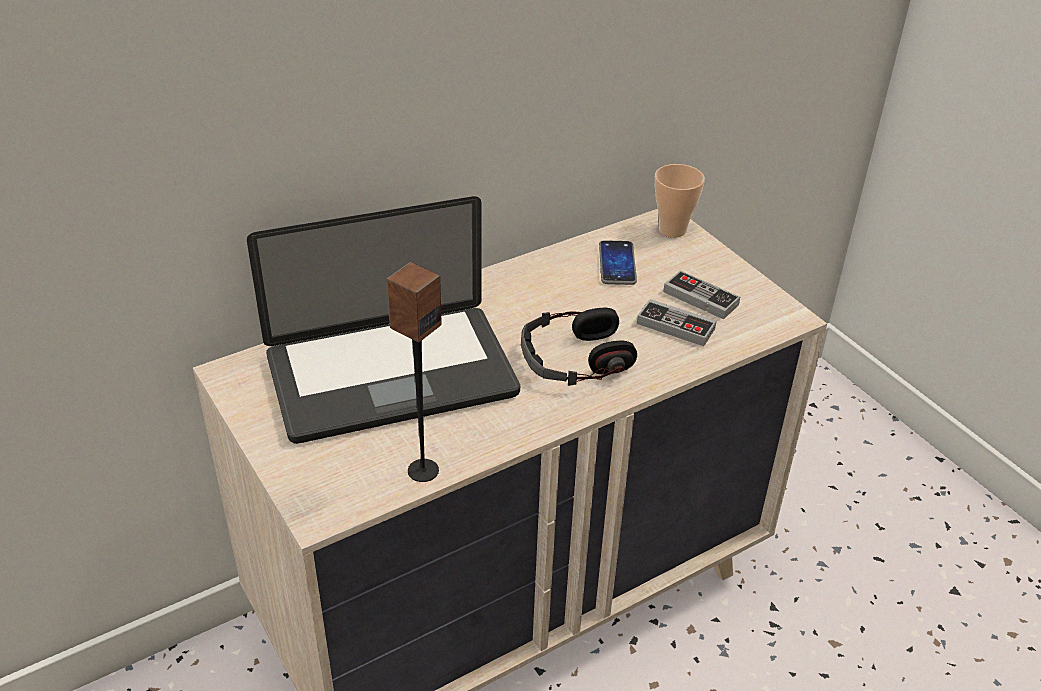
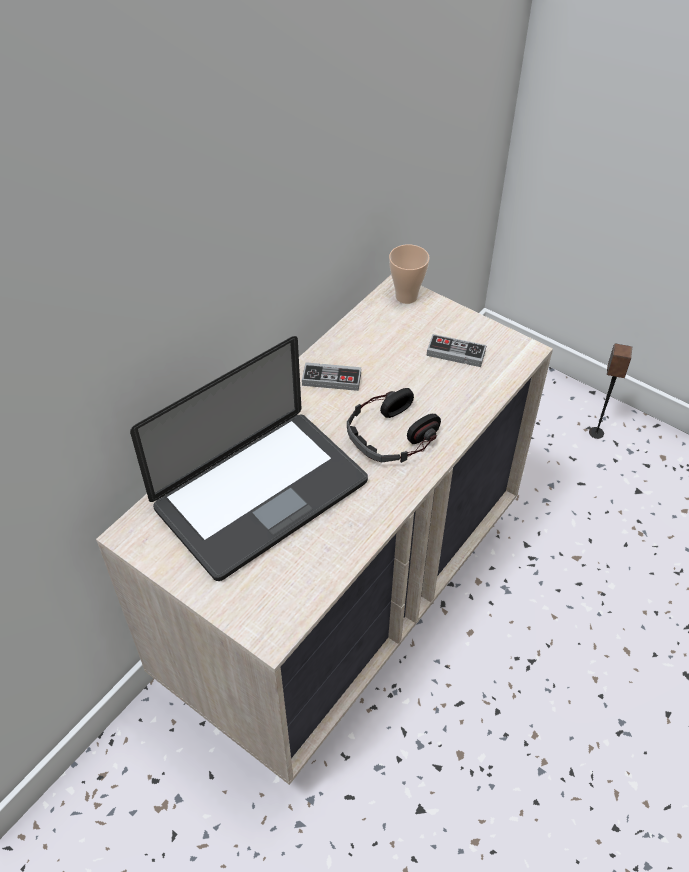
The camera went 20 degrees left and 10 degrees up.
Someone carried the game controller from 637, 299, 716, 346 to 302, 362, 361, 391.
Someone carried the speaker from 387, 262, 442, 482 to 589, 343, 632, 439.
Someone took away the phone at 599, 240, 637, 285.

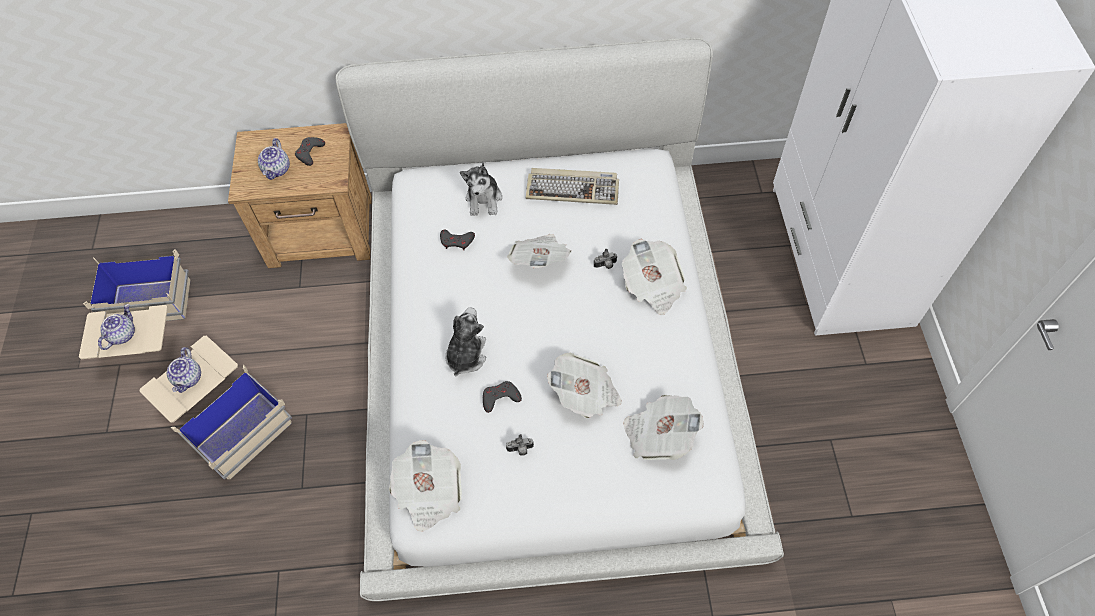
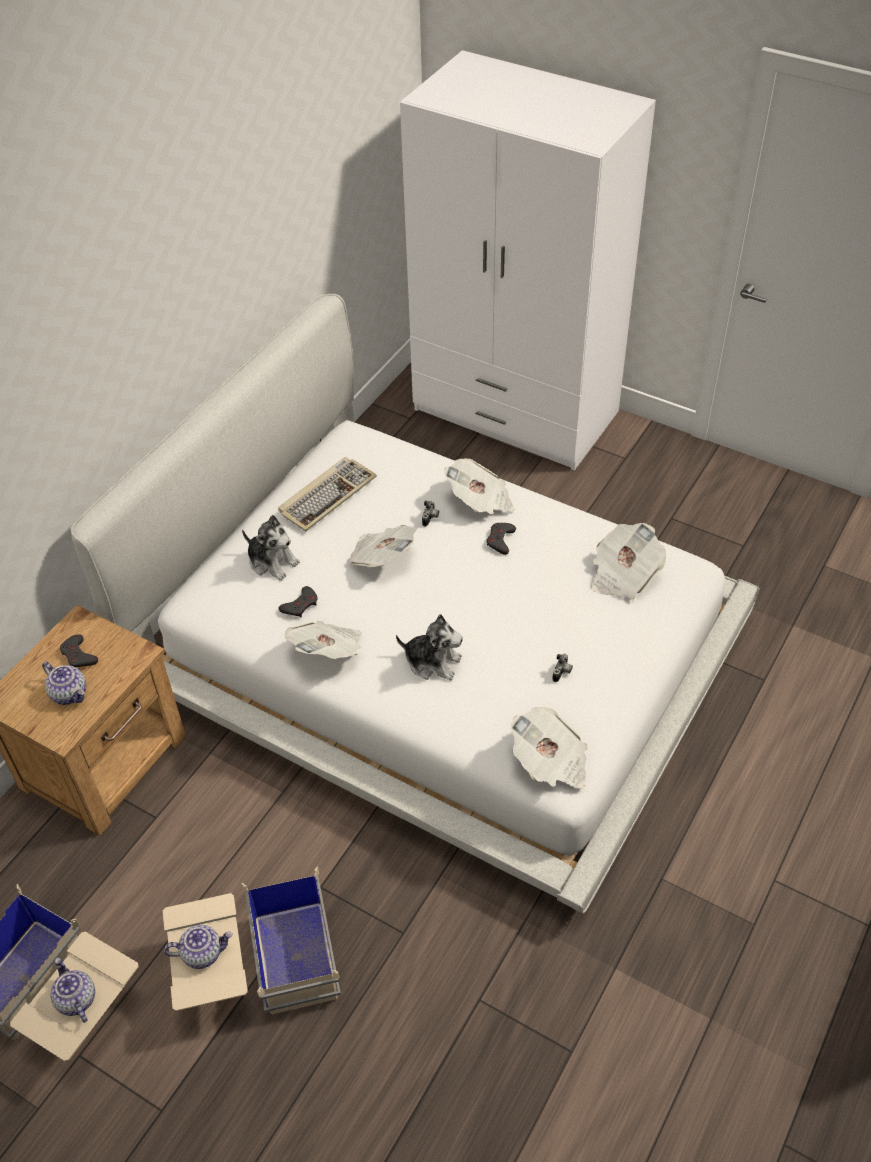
The camera went 55 degrees left and 10 degrees down.
Someone rotated the teapot at 167, 347, 201, 393 by 45 degrees counterclockwise.
Someone carried the newspaper from 547, 353, 622, 418 to 285, 621, 362, 659.
Someone rotated the plush toy at 445, 307, 486, 376 by 150 degrees clockwise.
Someone carried the grey game controller from 483, 381, 522, 413 to 487, 523, 516, 555.

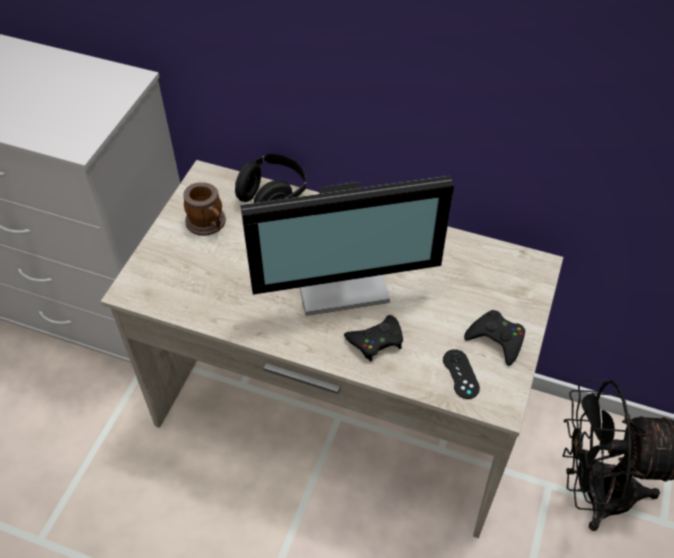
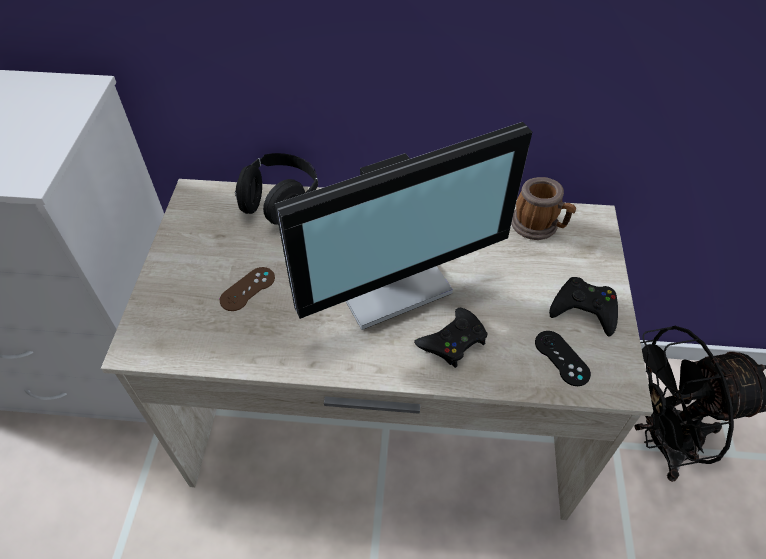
The camera went 15 degrees left and 0 degrees up.
Someone put down the brown game controller at 219, 267, 275, 311.
Someone carried the mug from 183, 182, 226, 236 to 511, 177, 576, 240.

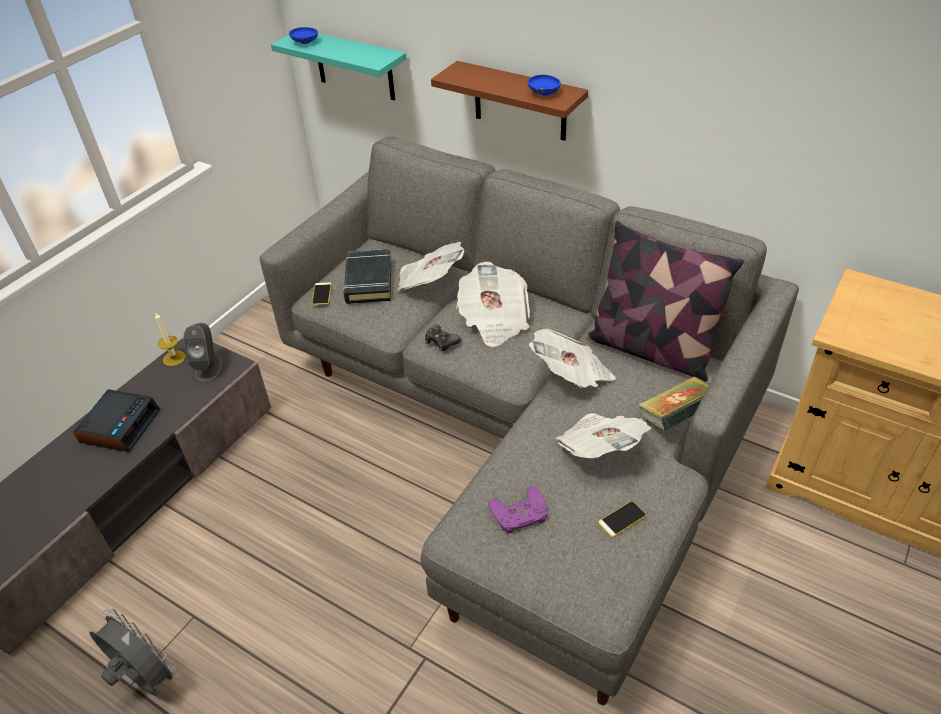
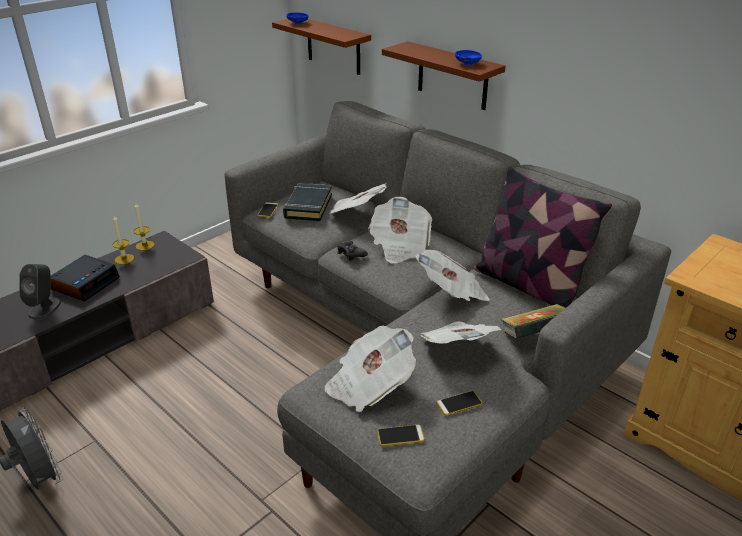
The camera went 10 degrees right and 10 degrees down.
Someone carried the grey speaker from 183, 323, 223, 383 to 19, 264, 61, 319.
Someone put down the candle at 112, 216, 134, 265.
Someone repainted the turquoise shelf at 271, 33, 407, 100, which became the brown shelf at 272, 19, 371, 75.
Someone swapped the purple game controller at 488, 487, 547, 534 for the newspaper at 325, 325, 416, 412.
Someone put down the phone at 377, 425, 425, 446.

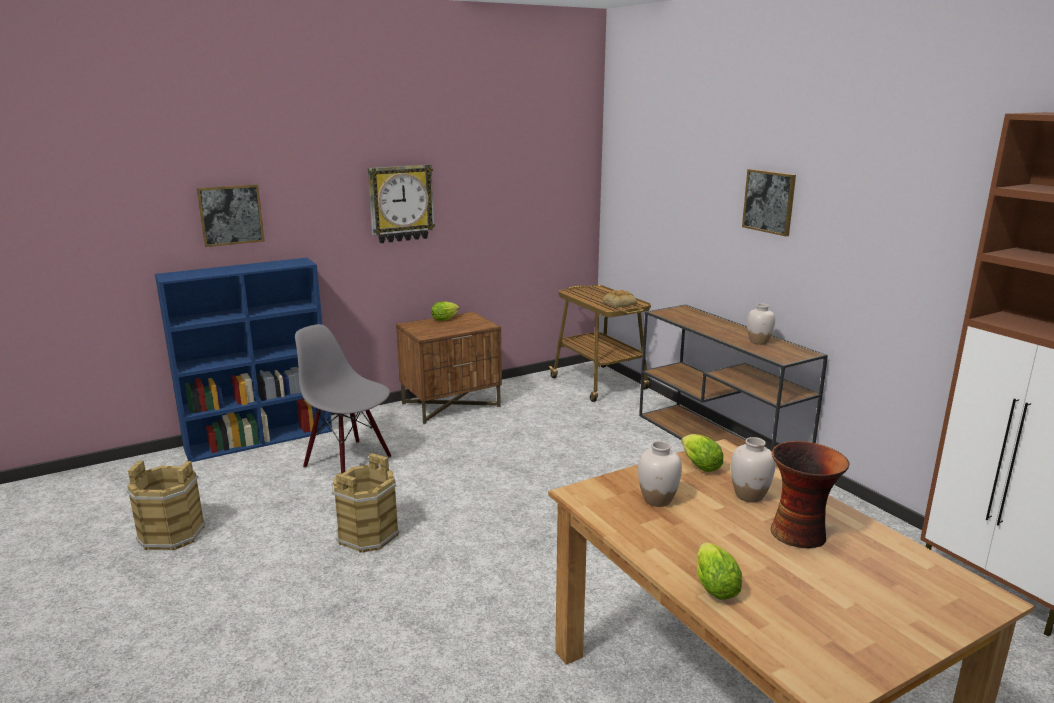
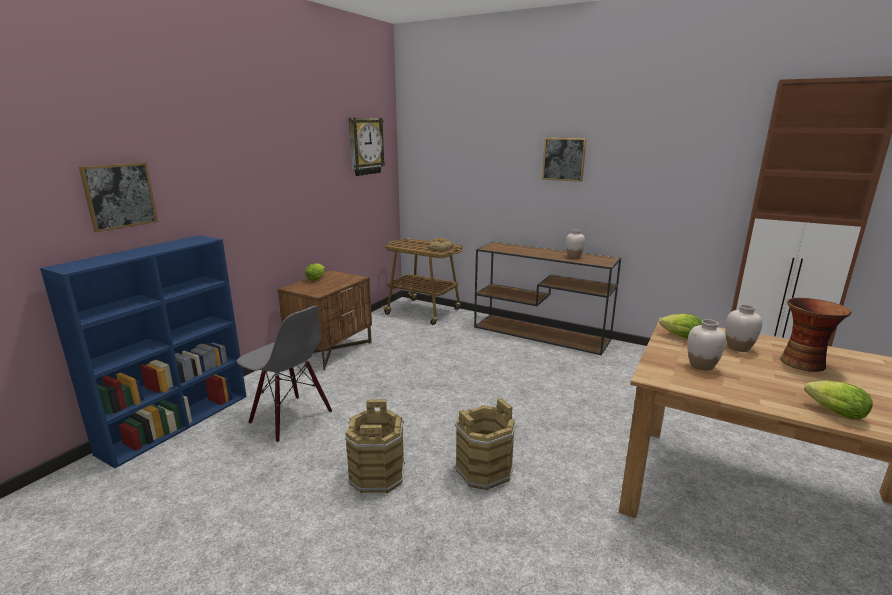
The camera went 30 degrees left and 0 degrees up.
Someone rotated the grey chair at 295, 324, 391, 473 by 150 degrees counterclockwise.
Someone carried the wall clock from 368, 165, 435, 243 to 348, 118, 386, 176.
Someone carried the brown bucket from 127, 461, 206, 550 to 454, 398, 516, 490.

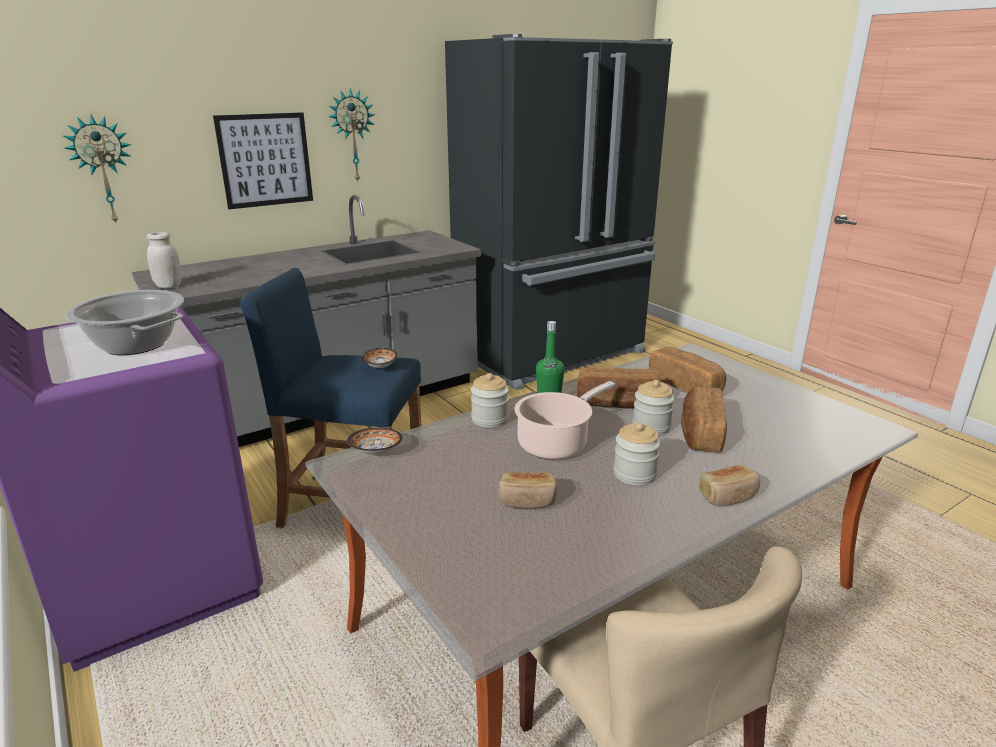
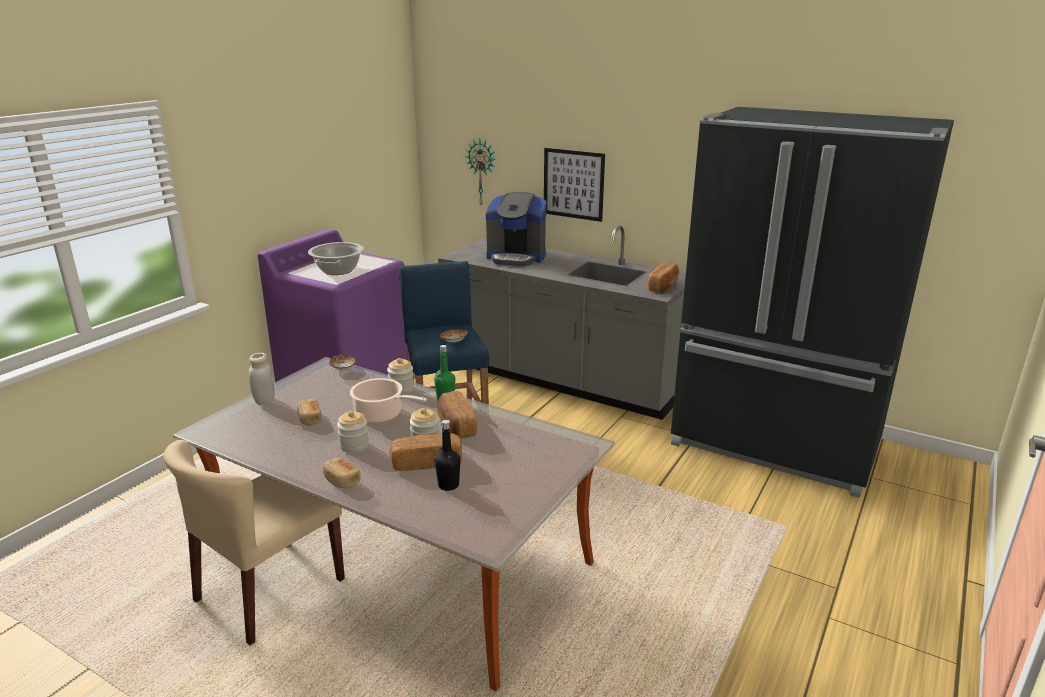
The camera went 65 degrees right and 0 degrees up.
Someone carried the white jar from 147, 232, 181, 289 to 249, 353, 275, 405.
Someone put down the black bottle at 435, 420, 460, 491.
Someone put down the coffee machine at 486, 192, 546, 266.
Someone carried the bread from 649, 347, 726, 393 to 648, 263, 679, 293.
Someone took away the wall clock at 328, 88, 375, 182.

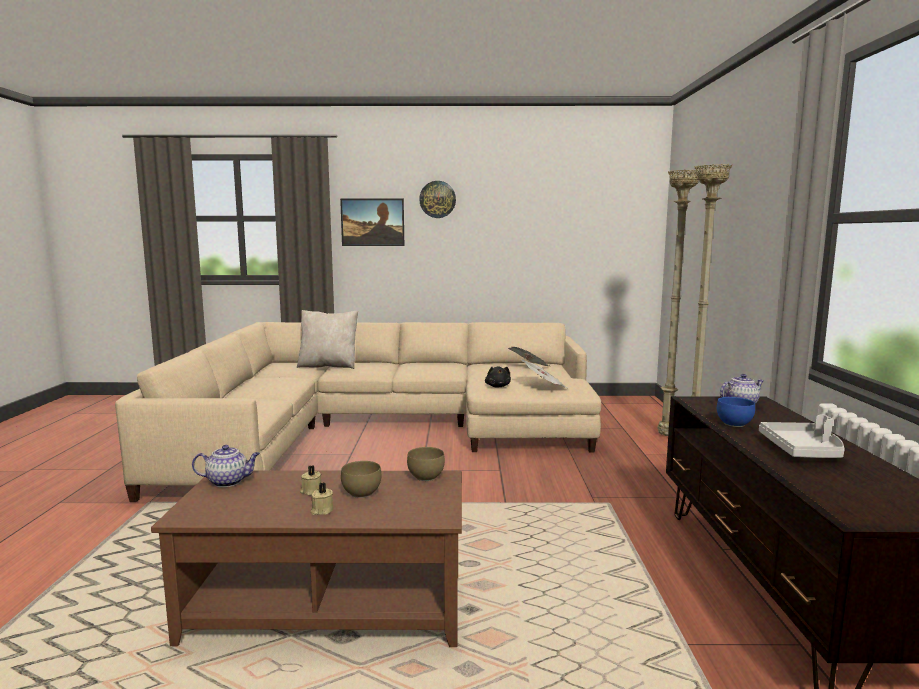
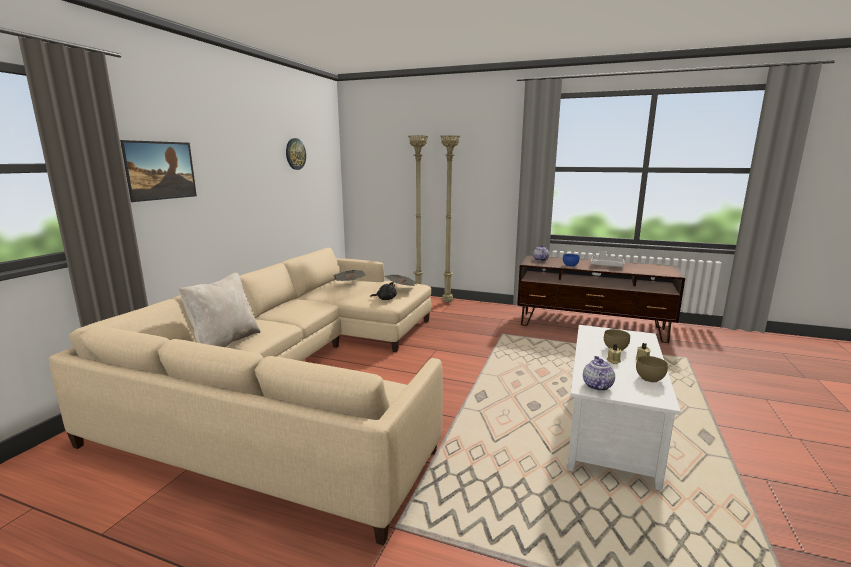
The camera went 70 degrees left and 5 degrees up.
Someone carried the wall clock from 419, 181, 456, 218 to 286, 138, 306, 170.
Someone repainted the brown coffee table at 151, 470, 462, 647, which became the white coffee table at 567, 325, 681, 491.
Someone carried the brown bowl from 407, 447, 445, 481 to 636, 356, 668, 383.

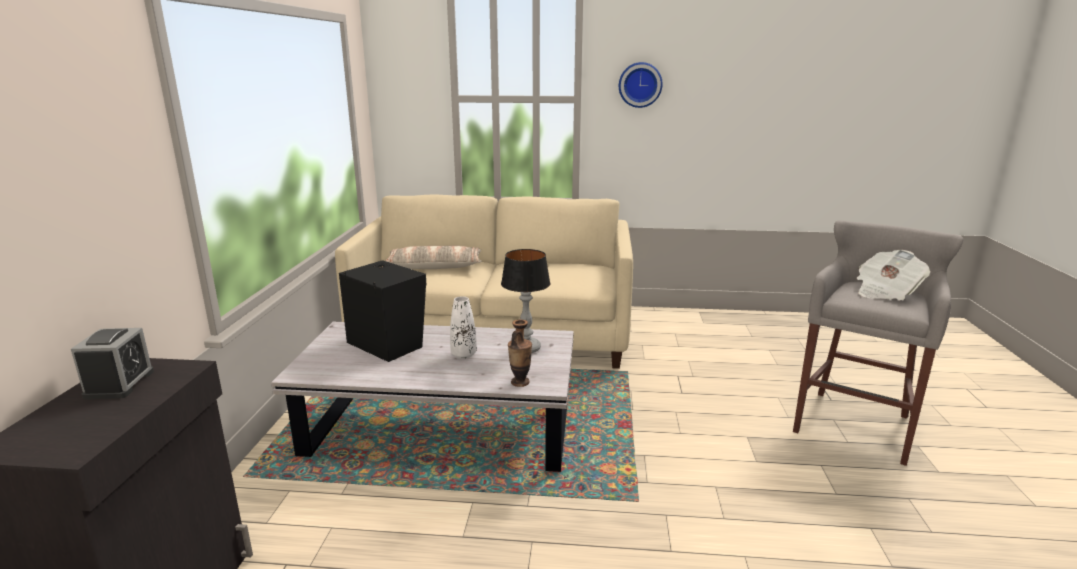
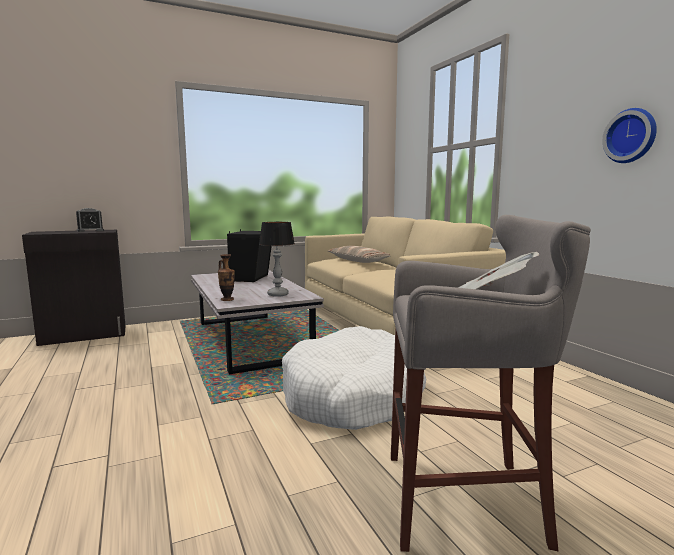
The camera went 60 degrees right and 10 degrees down.
Someone put down the white dog bed at 282, 326, 426, 430.
Someone carried the wall clock from 619, 62, 662, 108 to 602, 108, 657, 163.
Someone took away the white vase at 450, 296, 477, 359.

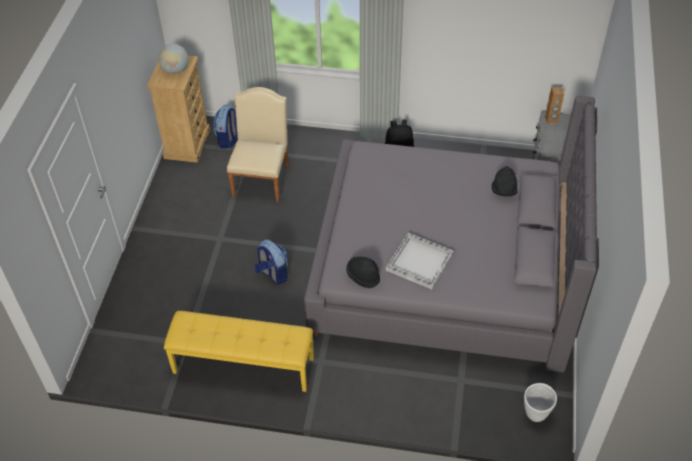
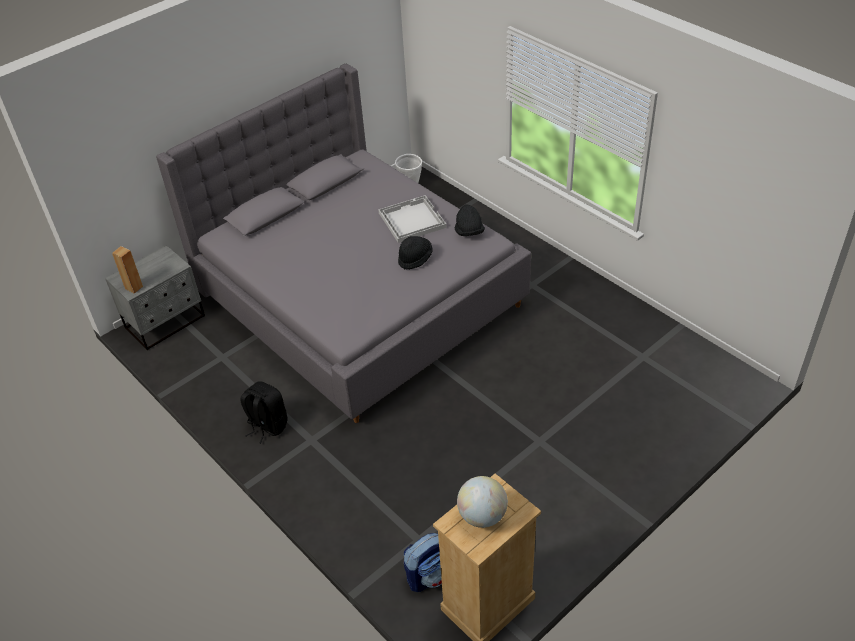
The camera went 140 degrees left and 5 degrees down.
Someone carried the black hat from 492, 166, 518, 196 to 398, 236, 432, 270.
Someone took away the yellow bench at 164, 311, 314, 392.
Someone took away the beige chair at 227, 87, 289, 203.
Someone took away the backpack at 255, 239, 288, 285.

